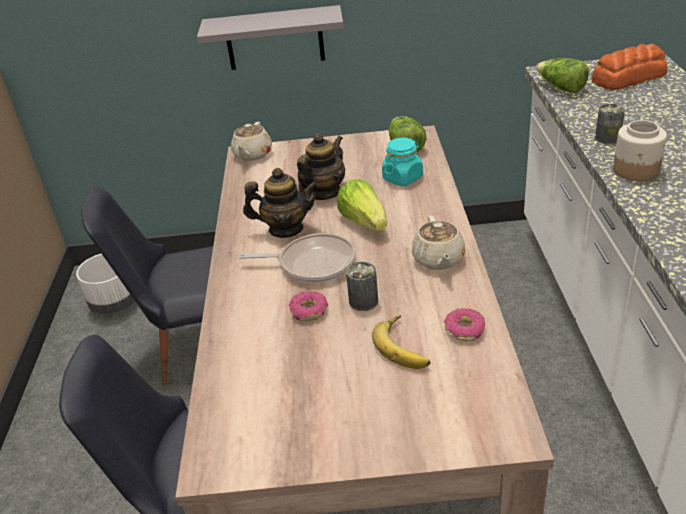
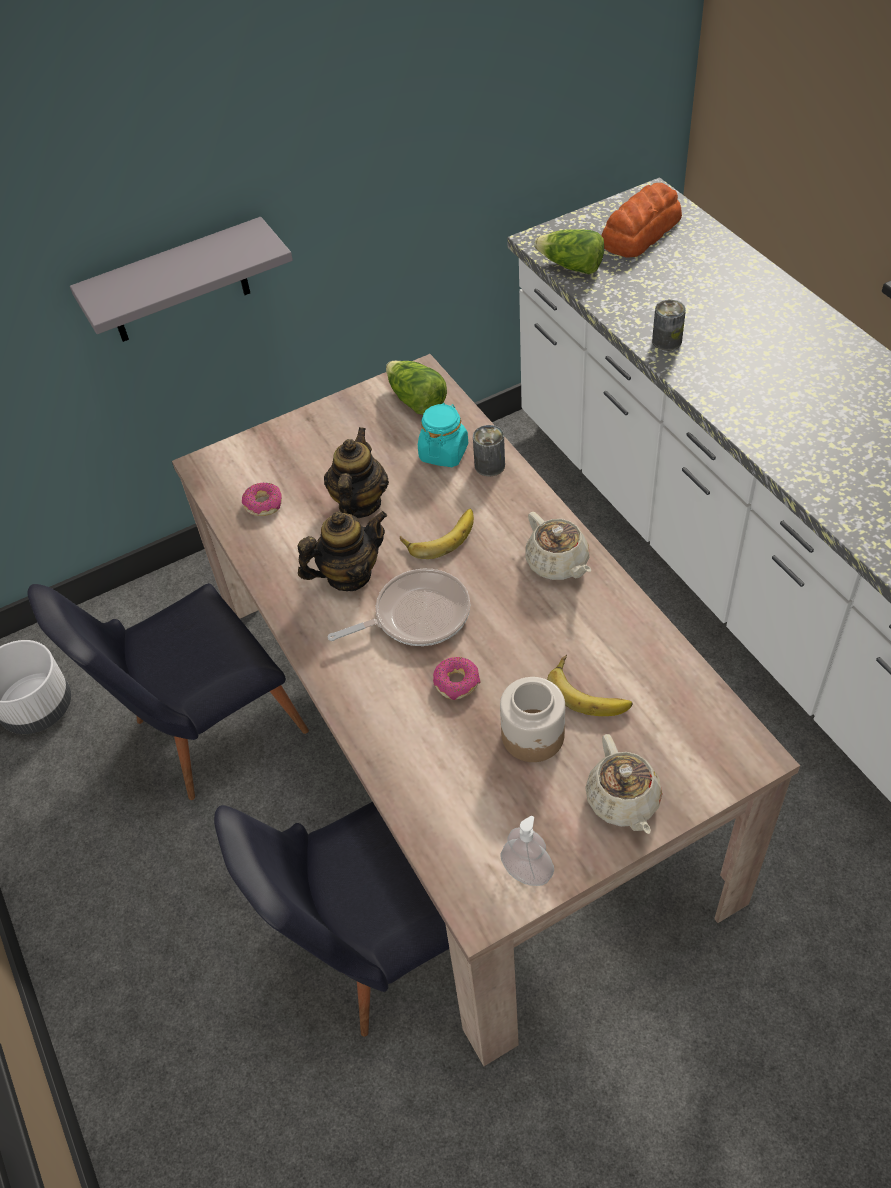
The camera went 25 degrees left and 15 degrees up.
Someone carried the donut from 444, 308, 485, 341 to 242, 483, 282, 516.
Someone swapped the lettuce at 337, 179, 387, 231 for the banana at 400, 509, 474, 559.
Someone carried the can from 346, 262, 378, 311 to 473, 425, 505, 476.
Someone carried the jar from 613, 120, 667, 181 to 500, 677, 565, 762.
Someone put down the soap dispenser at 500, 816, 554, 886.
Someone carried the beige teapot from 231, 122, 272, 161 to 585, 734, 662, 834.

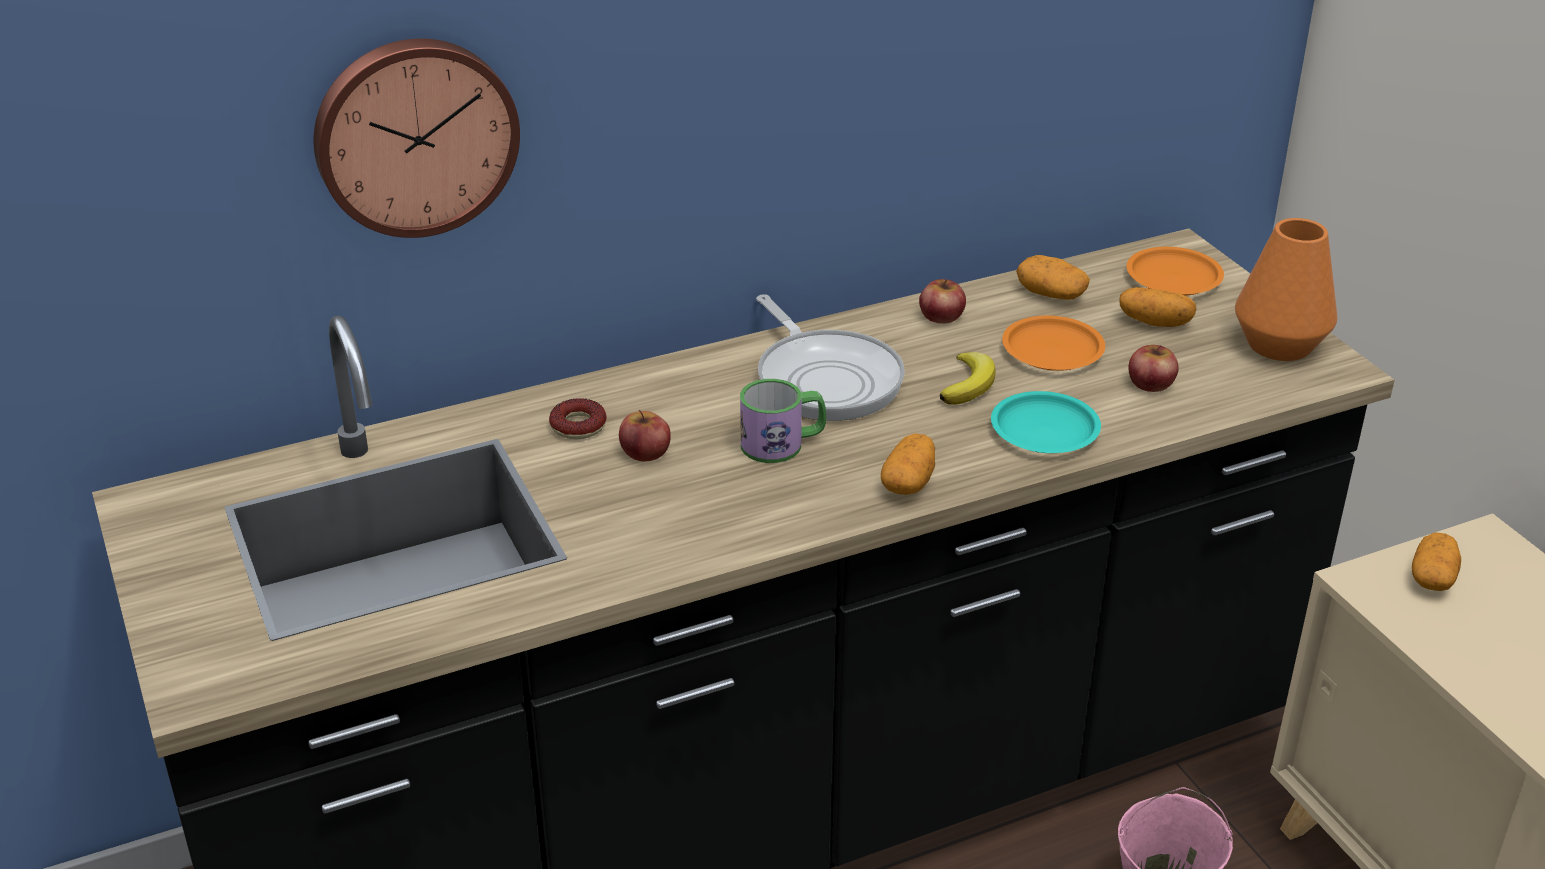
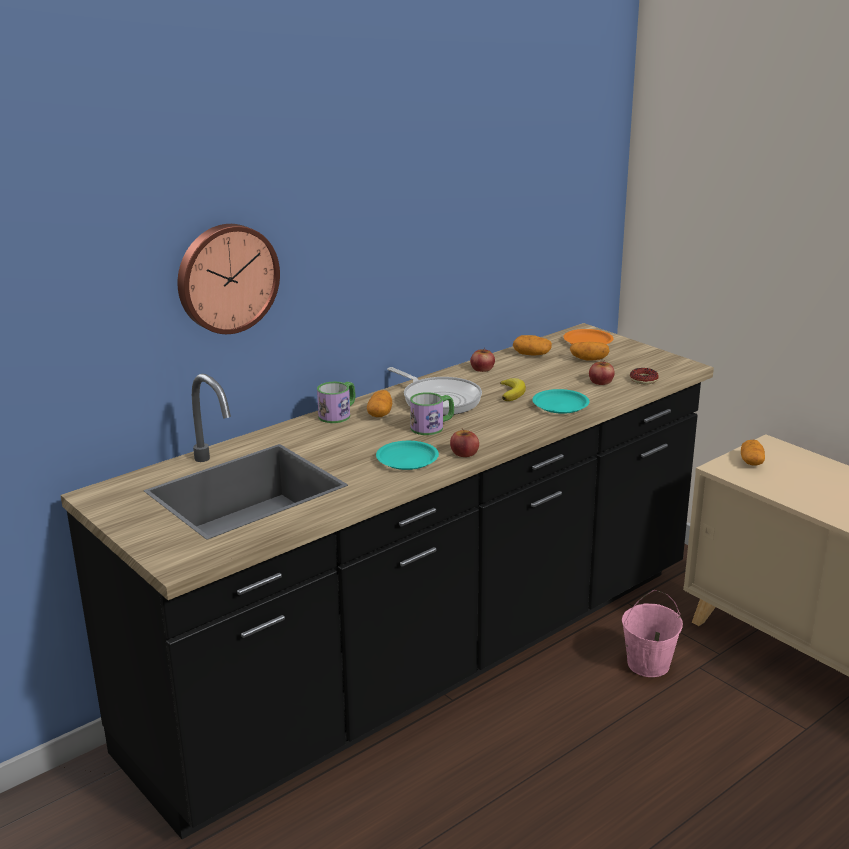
The camera went 15 degrees left and 10 degrees down.
Someone put down the mug at 317, 382, 355, 423.
Someone carried the potato from 881, 433, 935, 495 to 367, 390, 392, 417.
Someone put down the turquoise plate at 376, 441, 439, 470.
Someone carried the apple from 619, 410, 671, 461 to 450, 428, 479, 457.
Someone carried the donut from 549, 398, 606, 439 to 630, 368, 659, 384.
Someone took away the orange plate at 1002, 316, 1105, 371.
Someone took away the orange vase at 1235, 218, 1337, 361.

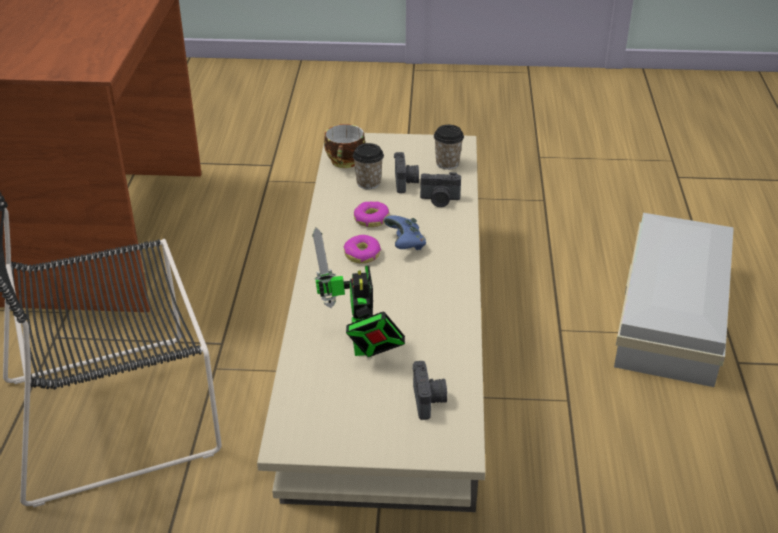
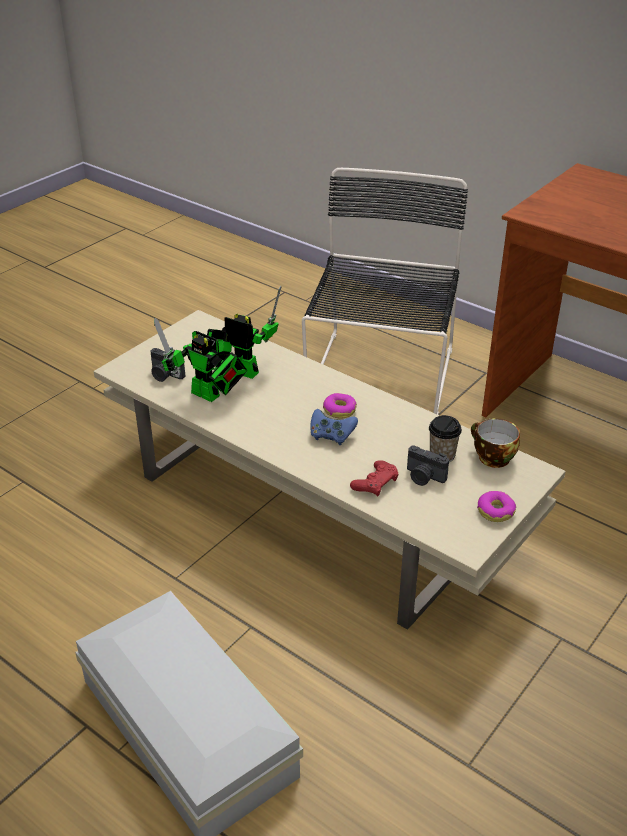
The camera went 125 degrees right and 0 degrees up.
Someone put down the toy robot at 154, 318, 247, 402.
Someone swapped the photo camera at 420, 172, 461, 207 for the red game controller at 350, 460, 398, 496.
Someone carried the donut from 354, 201, 389, 227 to 477, 491, 516, 522.
Someone took away the cup at 434, 125, 464, 170.

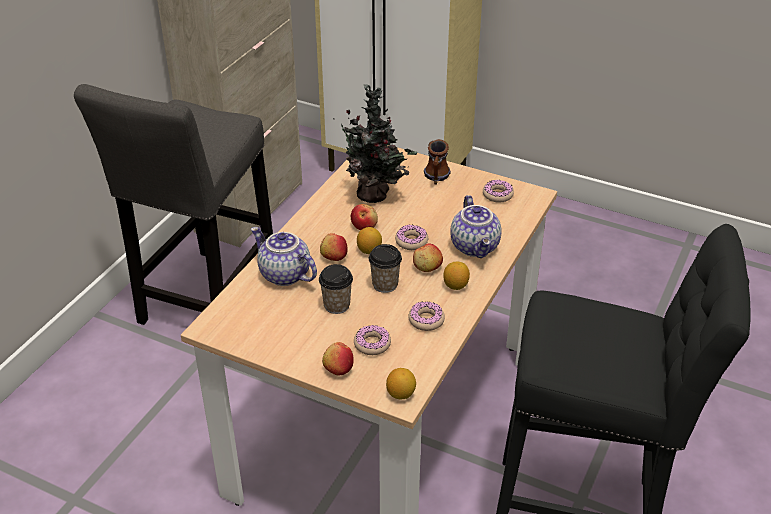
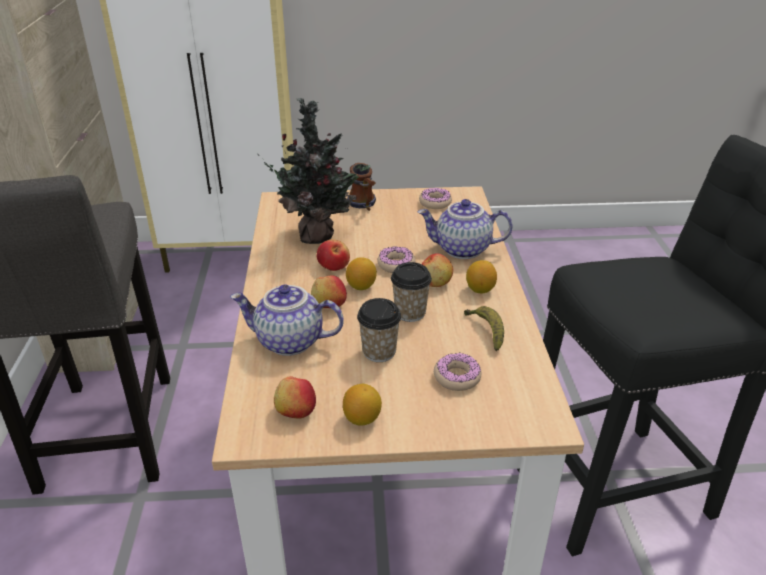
The camera went 30 degrees left and 5 degrees down.
Someone carried the apple from 322, 342, 354, 375 to 274, 376, 316, 418.
Someone carried the lemon from 386, 368, 416, 399 to 343, 384, 382, 426.
Someone rotated the teapot at 450, 195, 501, 258 by 135 degrees clockwise.
Someone swapped the donut at 409, 301, 445, 331 for the banana at 464, 306, 504, 351.

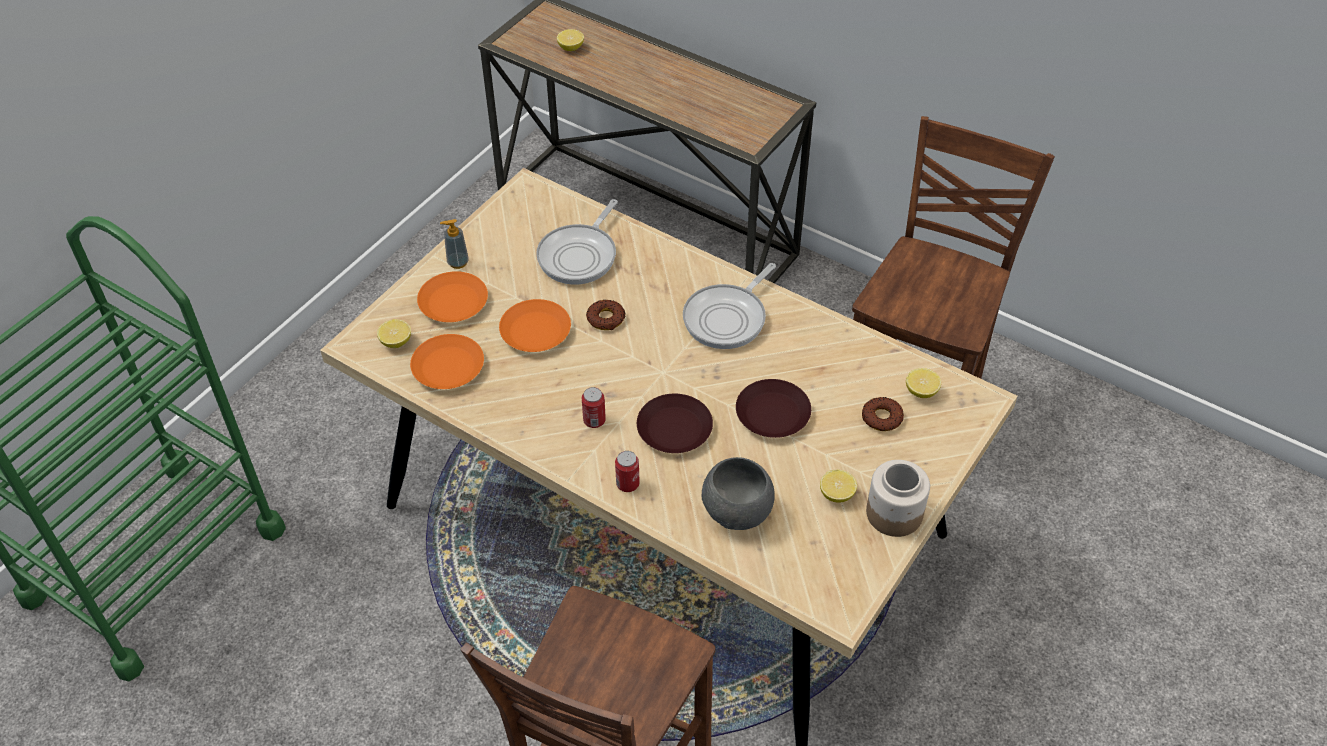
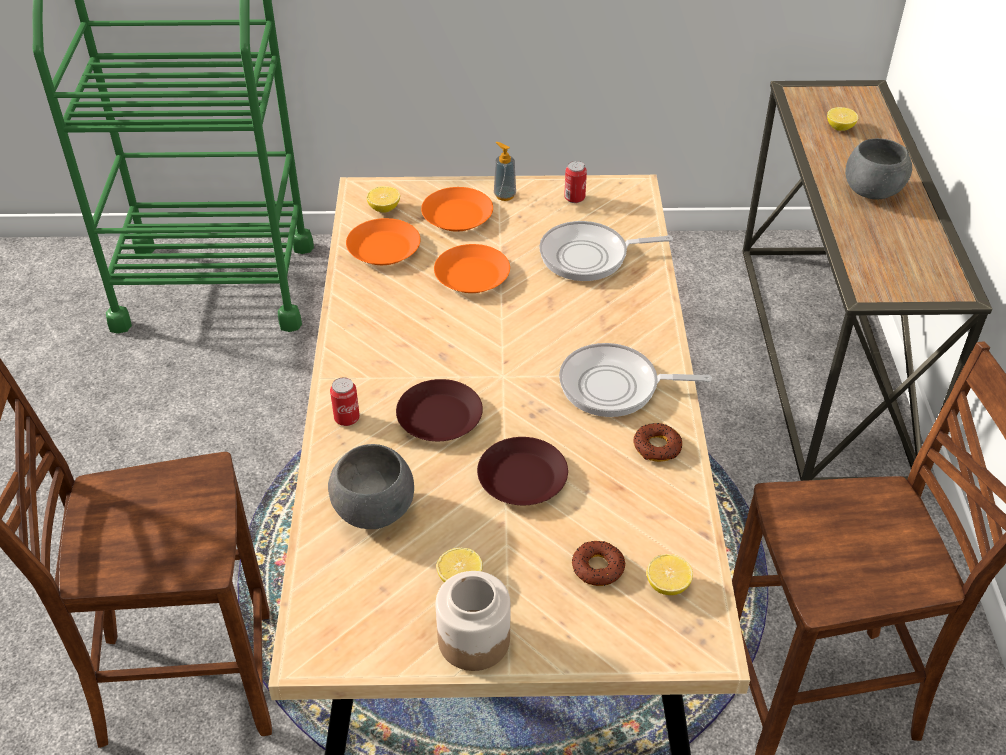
The camera went 55 degrees right and 5 degrees down.
Someone carried the can from 582, 387, 606, 428 to 564, 161, 587, 203.
Someone carried the donut from 586, 300, 626, 330 to 633, 423, 682, 462.
Someone put down the grey bowl at 845, 138, 912, 200.

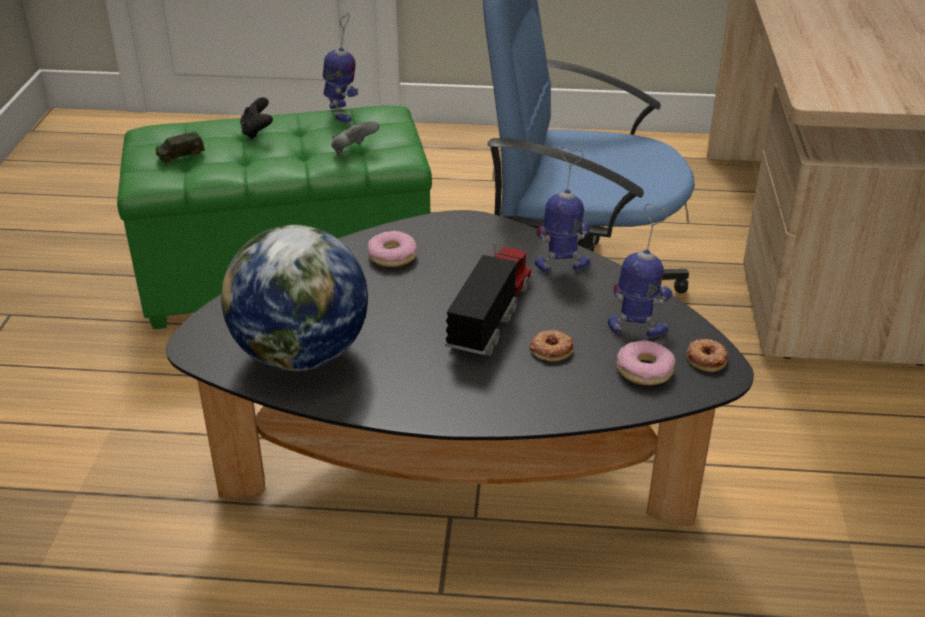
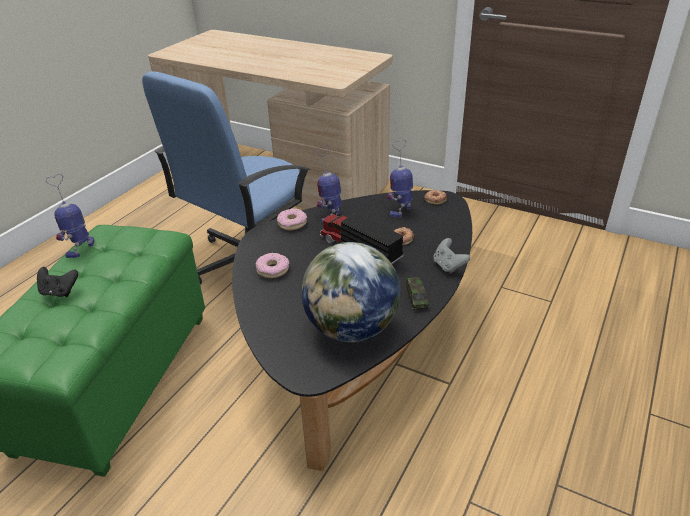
The camera went 65 degrees left and 0 degrees up.
Someone rotated the toy robot at 323, 13, 358, 123 by 75 degrees counterclockwise.
Someone carried the donut from 616, 340, 675, 385 to 277, 209, 307, 230.
Someone carried the toy car from 155, 132, 205, 163 to 406, 277, 429, 310.
Someone carried the grey game controller from 331, 121, 379, 154 to 433, 238, 470, 274.

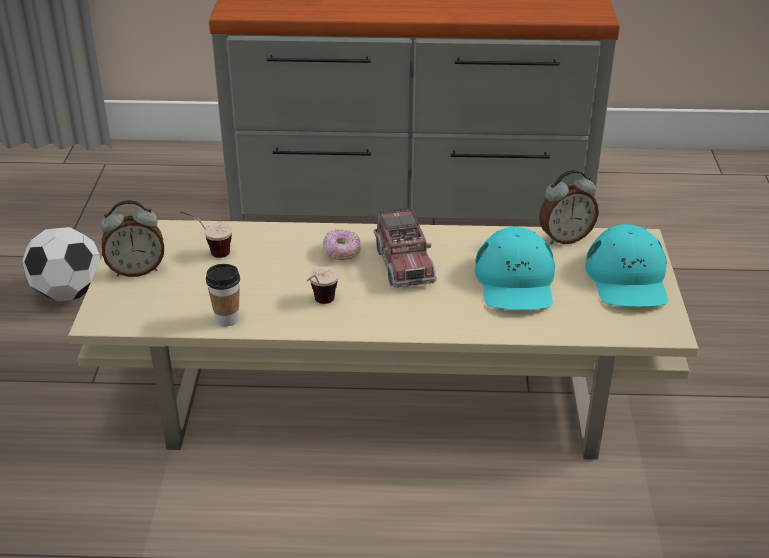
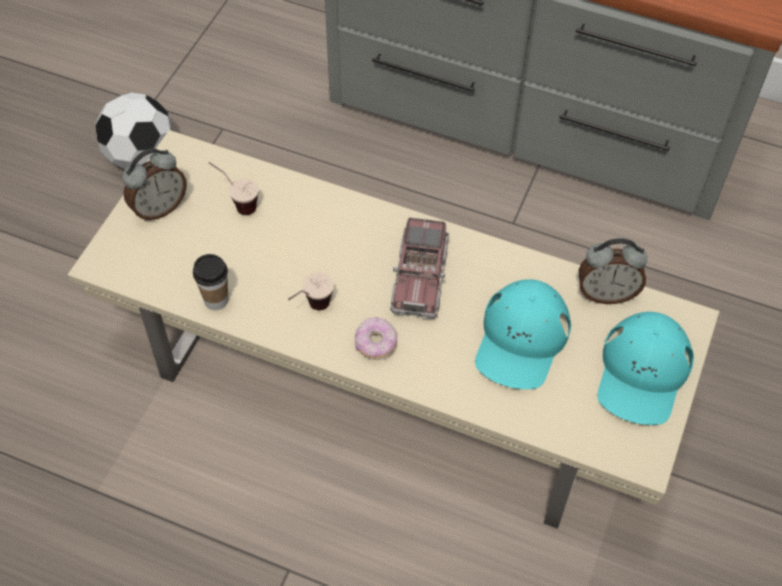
The camera went 20 degrees right and 20 degrees up.
Someone rotated the alarm clock at 100, 200, 164, 277 by 45 degrees counterclockwise.
Someone carried the donut from 323, 229, 361, 260 to 355, 317, 398, 360.

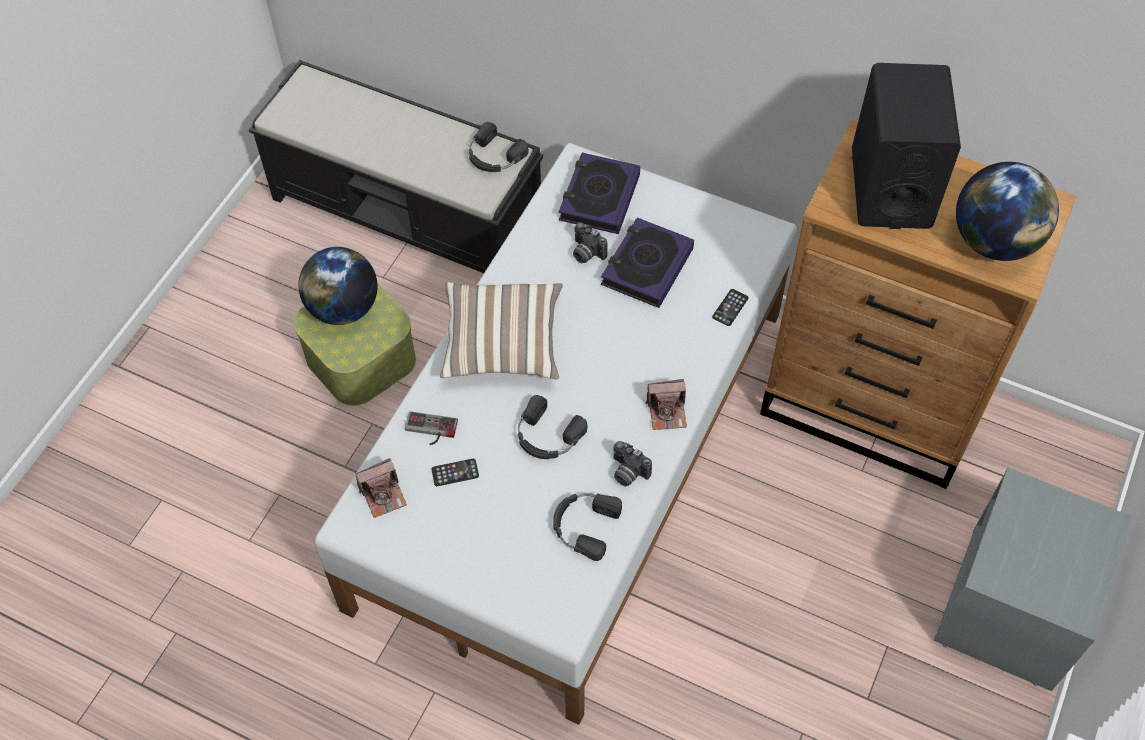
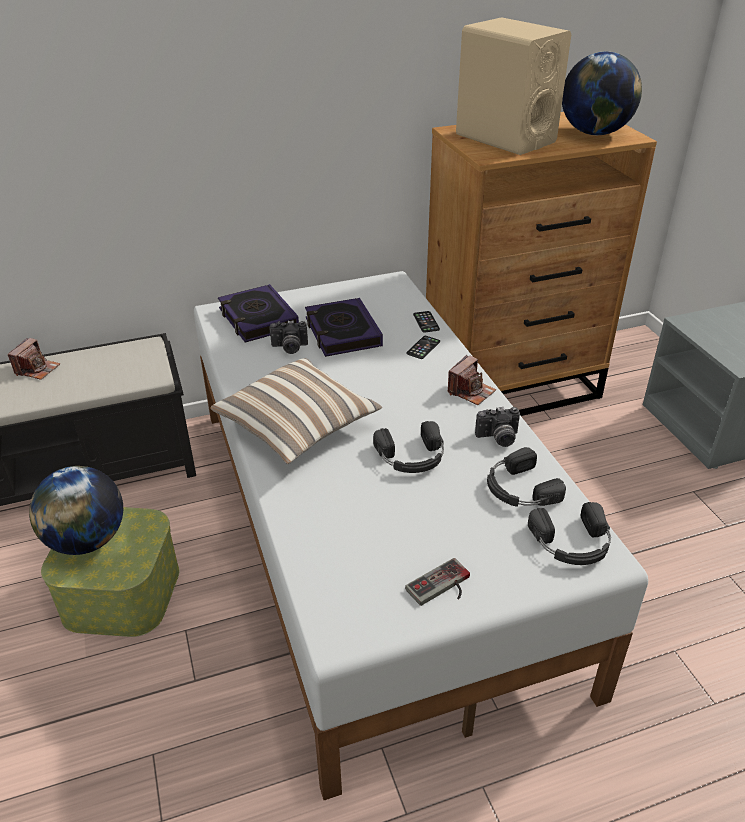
The camera went 45 degrees left and 20 degrees down.
Someone carried the photo camera from 355, 458, 407, 518 to 8, 338, 60, 380.
Someone carried the game controller from 405, 411, 458, 445 to 405, 558, 470, 606.
Someone carried the phone from 431, 459, 479, 486 to 406, 336, 440, 359.
Someone repainted the black speaker at 852, 63, 961, 229, which became the beige speaker at 456, 17, 571, 155.
Someone carried the black headphones from 469, 122, 529, 172 to 528, 502, 611, 565.

